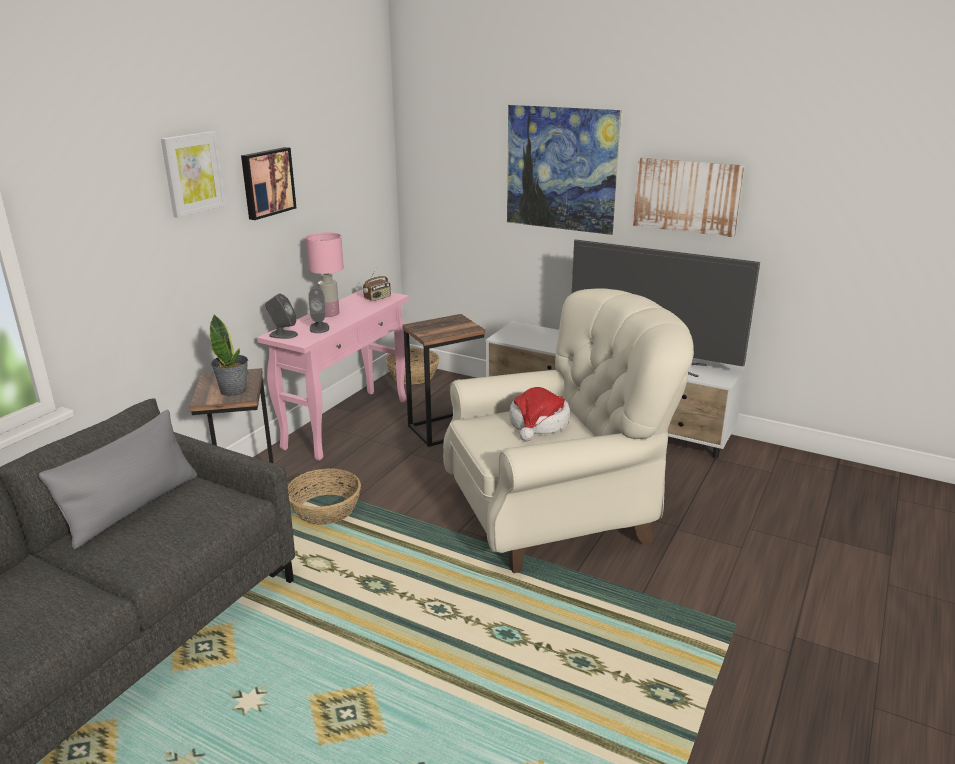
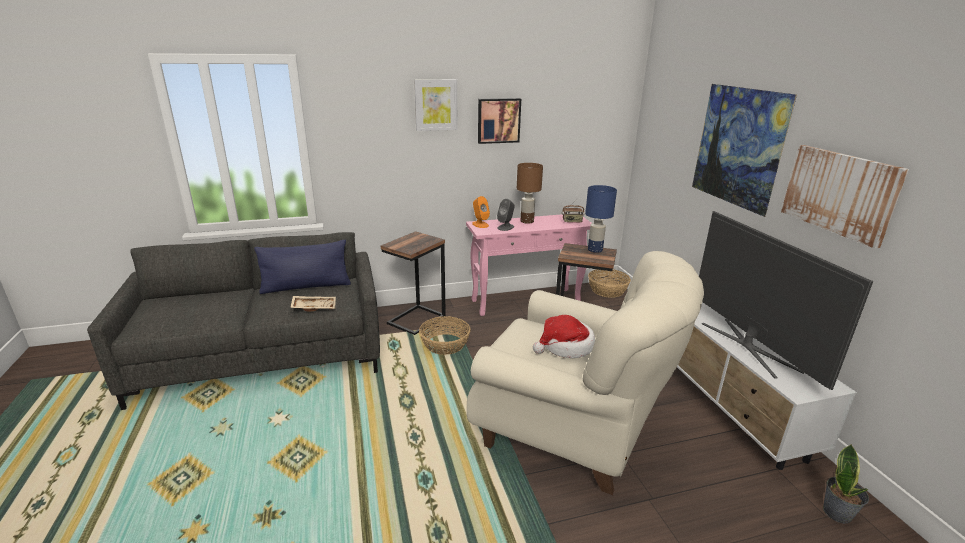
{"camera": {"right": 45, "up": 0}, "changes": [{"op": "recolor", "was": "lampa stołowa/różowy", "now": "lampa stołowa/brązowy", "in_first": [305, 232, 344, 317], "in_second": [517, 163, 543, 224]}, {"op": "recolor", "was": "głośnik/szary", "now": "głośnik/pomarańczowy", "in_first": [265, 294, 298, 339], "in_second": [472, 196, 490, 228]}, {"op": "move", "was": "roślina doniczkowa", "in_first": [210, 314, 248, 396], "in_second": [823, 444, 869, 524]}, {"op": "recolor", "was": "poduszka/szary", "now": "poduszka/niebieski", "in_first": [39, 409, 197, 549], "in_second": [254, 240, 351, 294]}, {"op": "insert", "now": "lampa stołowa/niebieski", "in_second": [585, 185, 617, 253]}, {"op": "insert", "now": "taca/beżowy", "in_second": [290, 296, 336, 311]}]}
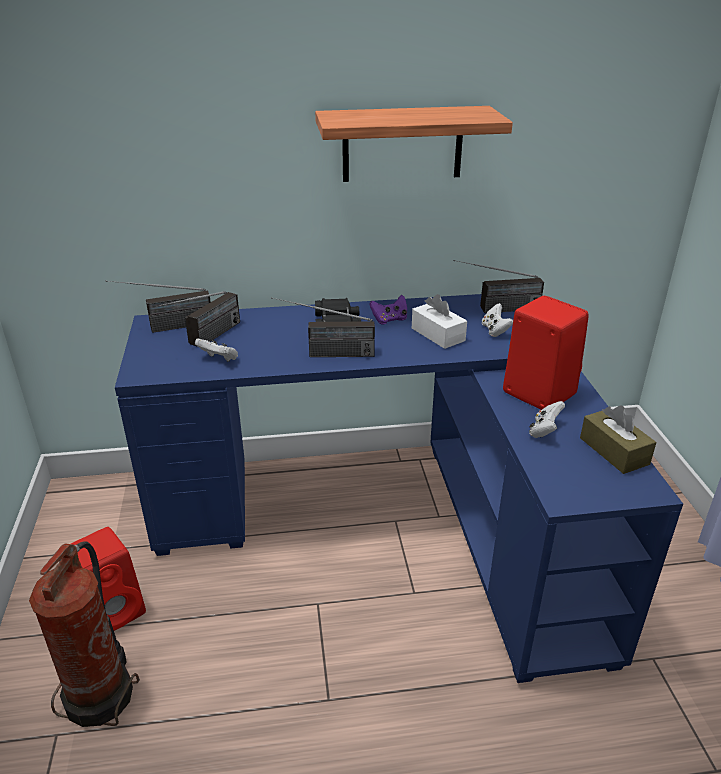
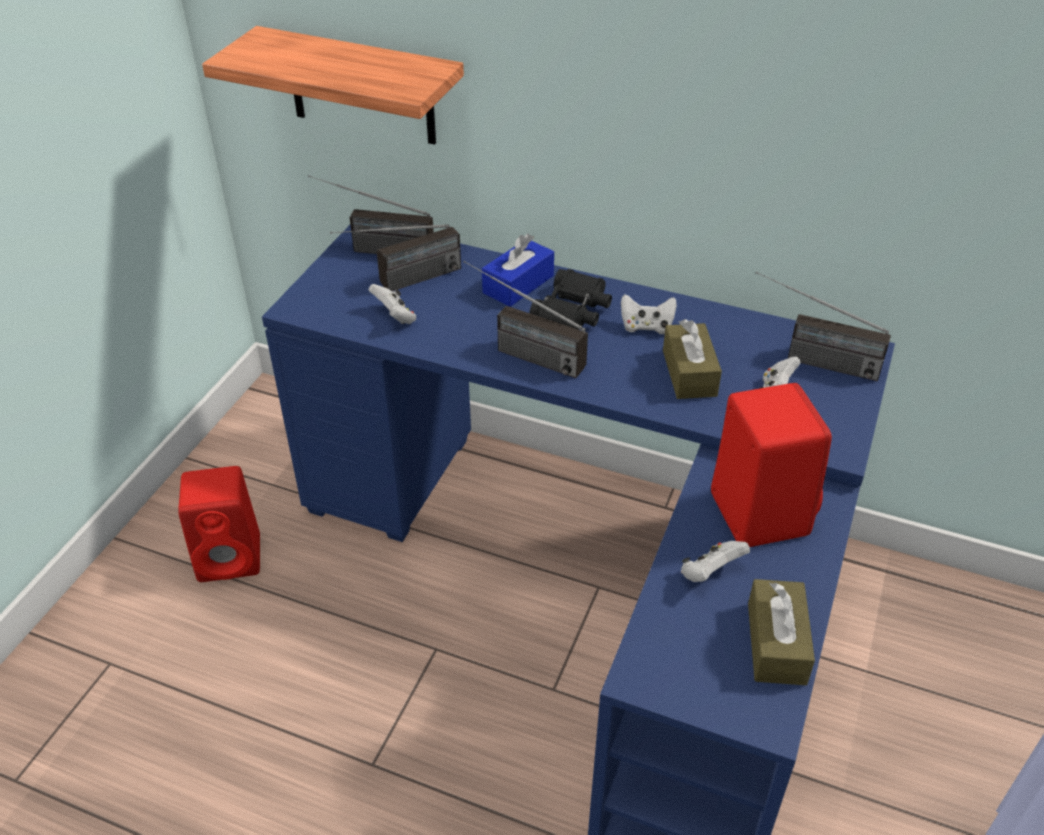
{"camera": {"right": 30, "up": 10}, "changes": [{"op": "move", "was": "półka", "in_first": [315, 106, 513, 182], "in_second": [202, 26, 464, 145]}, {"op": "recolor", "was": "pudełko chusteczek/biały", "now": "pudełko chusteczek/brązowy", "in_first": [412, 294, 467, 349], "in_second": [663, 319, 722, 399]}, {"op": "recolor", "was": "pad do gier/fioletowy", "now": "pad do gier/biały", "in_first": [369, 295, 407, 324], "in_second": [621, 294, 677, 334]}, {"op": "delete", "was": "gaśnica", "in_first": [29, 541, 140, 727]}, {"op": "insert", "now": "pudełko chusteczek/niebieski", "in_second": [482, 233, 554, 307]}]}
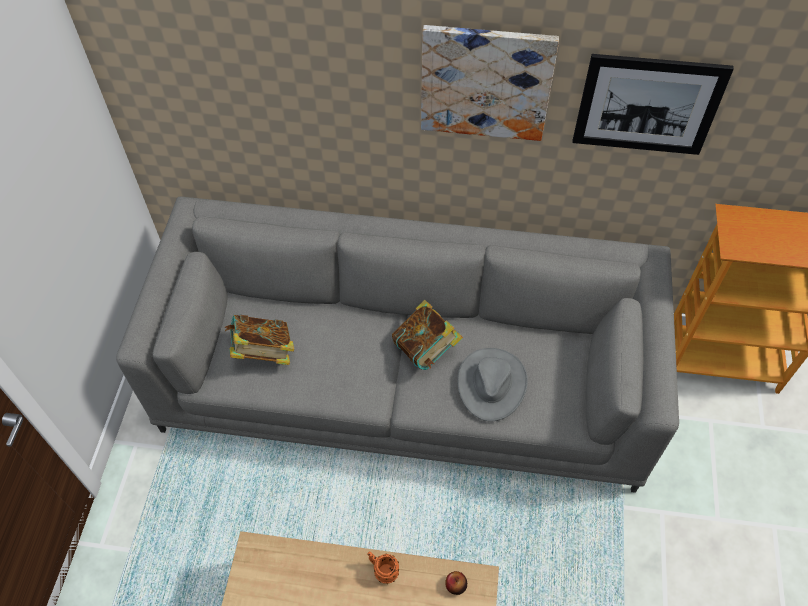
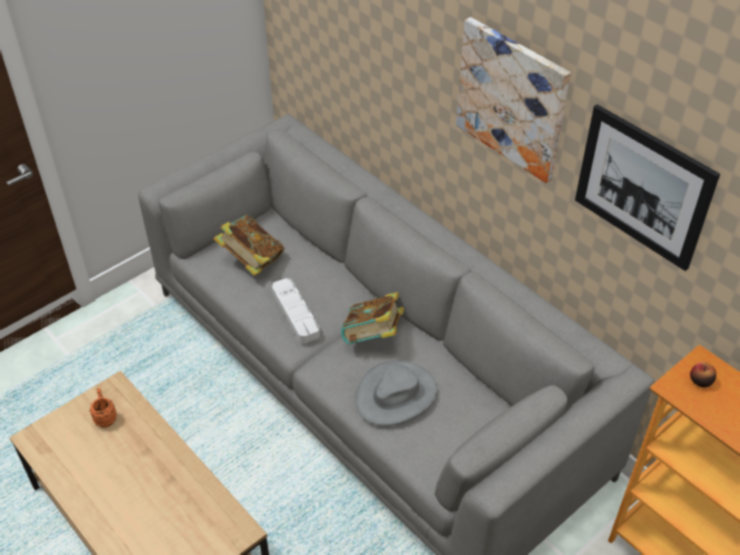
{"camera": {"right": 40, "up": -10}, "changes": [{"op": "move", "was": "kubek/pomarańczowy", "in_first": [367, 552, 399, 584], "in_second": [89, 388, 117, 427]}, {"op": "move", "was": "jabłko", "in_first": [445, 571, 467, 595], "in_second": [690, 362, 716, 387]}, {"op": "insert", "now": "taca/szary", "in_second": [272, 278, 320, 343]}]}
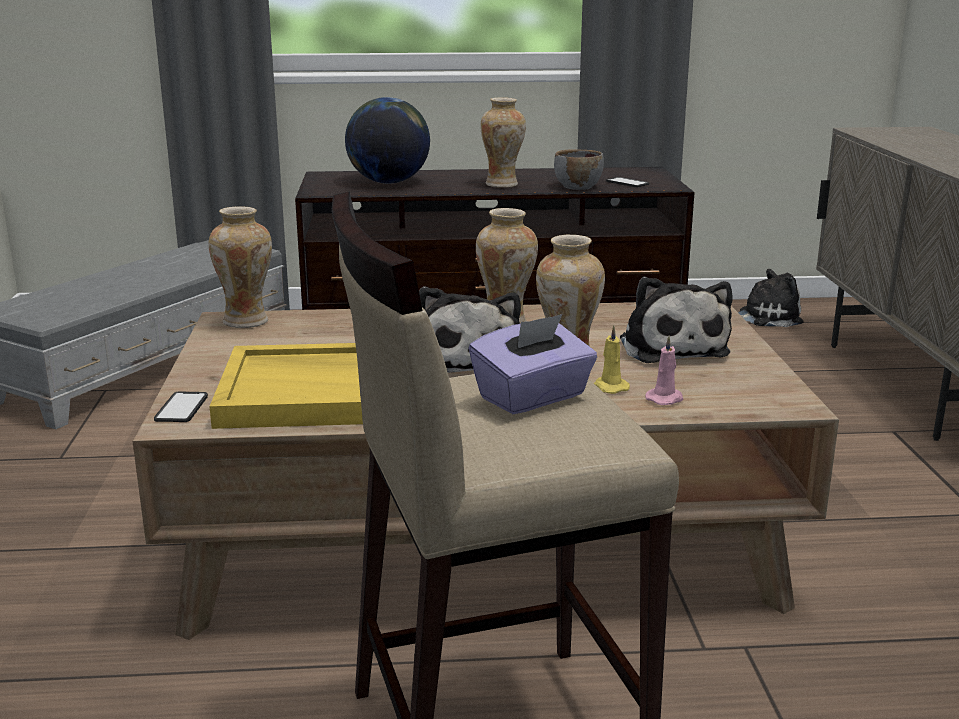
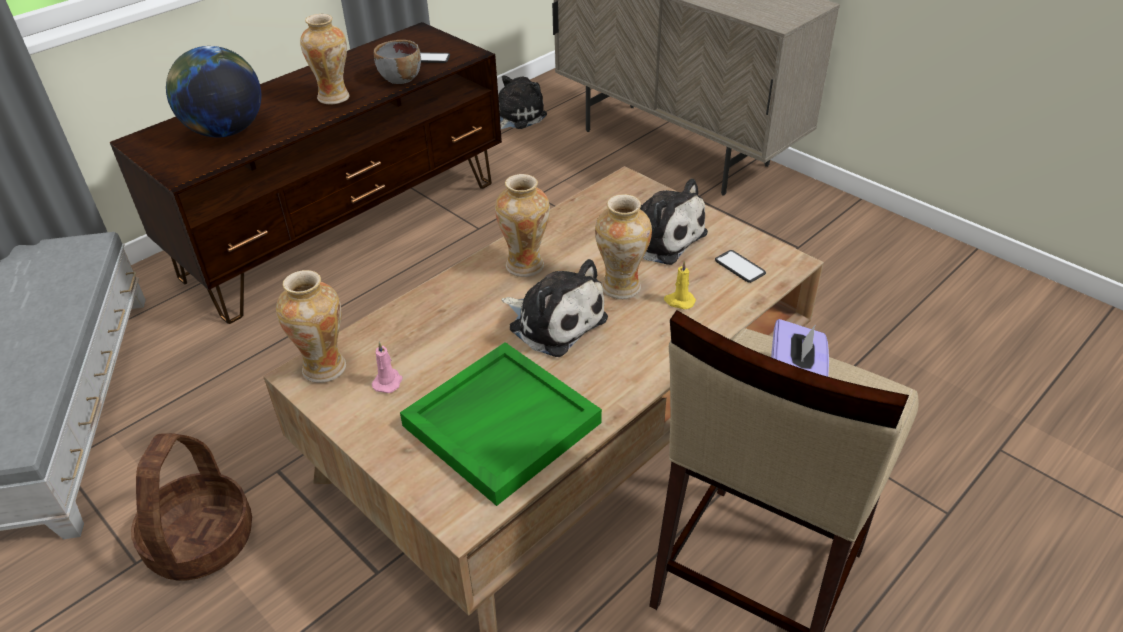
{"camera": {"right": -40, "up": 20}, "changes": [{"op": "move", "was": "świeca/różowy", "in_first": [645, 336, 683, 405], "in_second": [372, 342, 402, 393]}, {"op": "recolor", "was": "taca/żółty", "now": "taca/zielony", "in_first": [209, 343, 363, 429], "in_second": [400, 342, 602, 506]}, {"op": "move", "was": "telefon", "in_first": [154, 391, 208, 422], "in_second": [715, 250, 766, 283]}, {"op": "insert", "now": "koszyk", "in_second": [131, 433, 252, 580]}]}
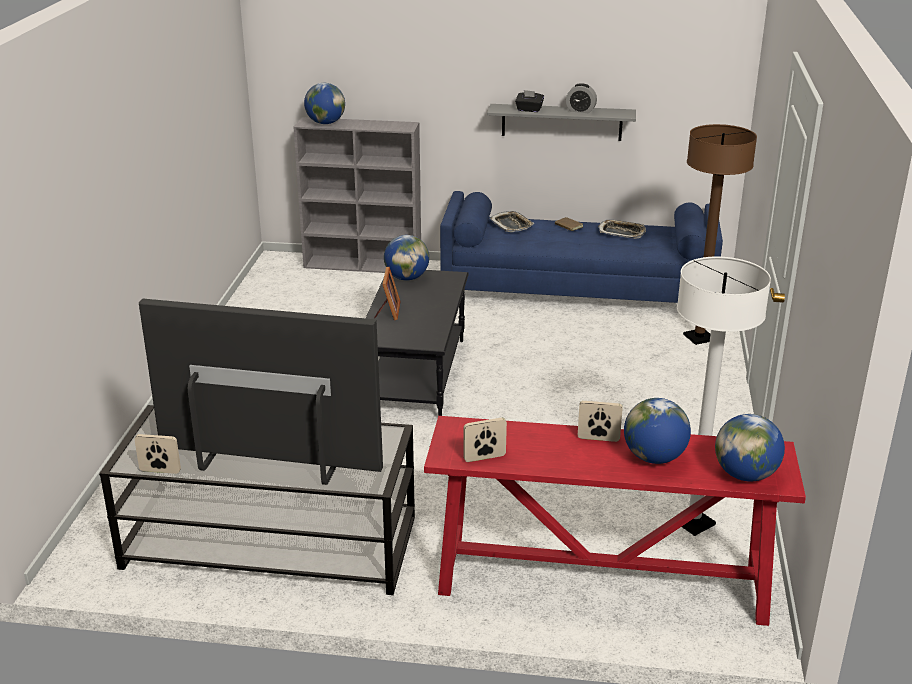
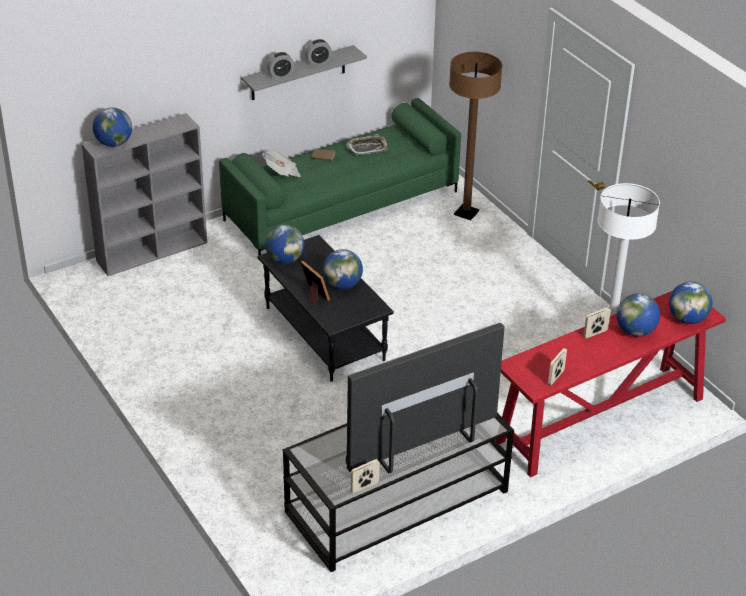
{"camera": {"right": -40, "up": 10}, "changes": [{"op": "replace", "was": "pudełko chusteczek/czarny", "now": "budzik", "in_first": [515, 90, 544, 112], "in_second": [267, 52, 295, 78]}, {"op": "recolor", "was": "kanapa/niebieski", "now": "kanapa/zielony", "in_first": [440, 191, 723, 303], "in_second": [219, 98, 461, 256]}, {"op": "replace", "was": "taca", "now": "gazeta", "in_first": [489, 211, 534, 232], "in_second": [262, 150, 301, 177]}, {"op": "insert", "now": "globus", "in_second": [323, 249, 363, 289]}]}
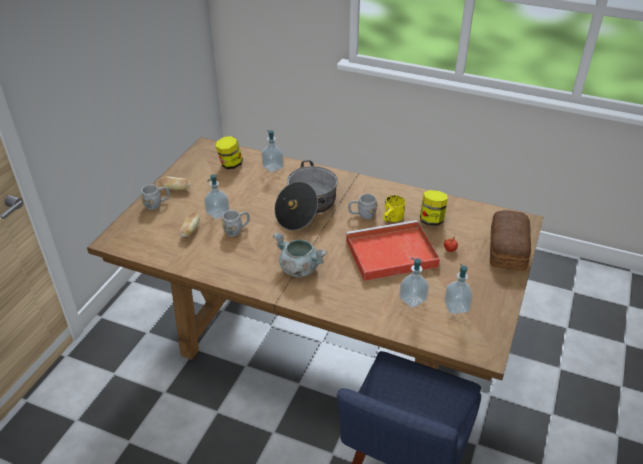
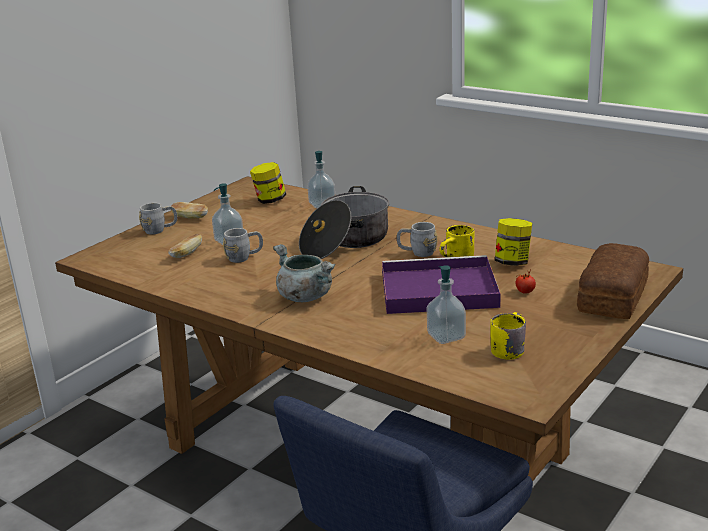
{"camera": {"right": 15, "up": -15}, "changes": [{"op": "recolor", "was": "taca/czerwony", "now": "taca/fioletowy", "in_first": [346, 220, 440, 281], "in_second": [382, 255, 501, 314]}, {"op": "replace", "was": "dozownik mydła", "now": "kubek/żółty", "in_first": [444, 264, 473, 314], "in_second": [490, 312, 526, 360]}]}
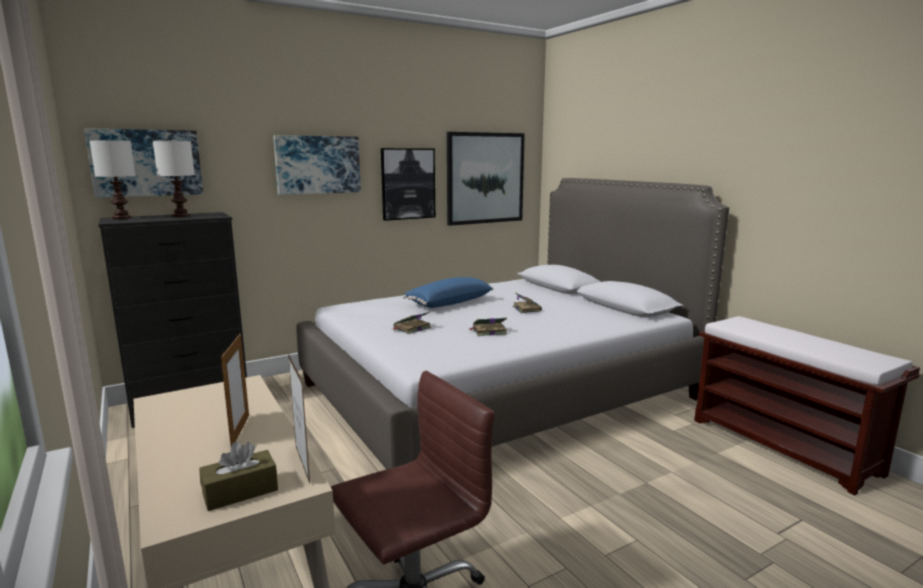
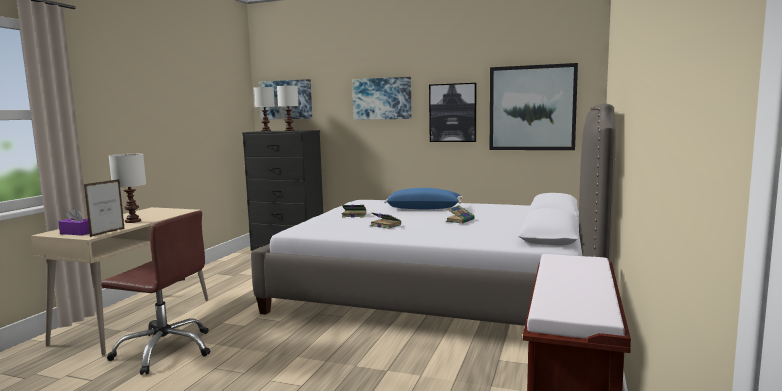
{"camera": {"right": 50, "up": -5}, "changes": [{"op": "replace", "was": "ramka na zdjęcie", "now": "lampa stołowa/biały", "in_first": [221, 334, 249, 447], "in_second": [109, 154, 146, 223]}, {"op": "recolor", "was": "pudełko chusteczek/brązowy", "now": "pudełko chusteczek/fioletowy", "in_first": [199, 441, 278, 511], "in_second": [58, 208, 90, 236]}]}
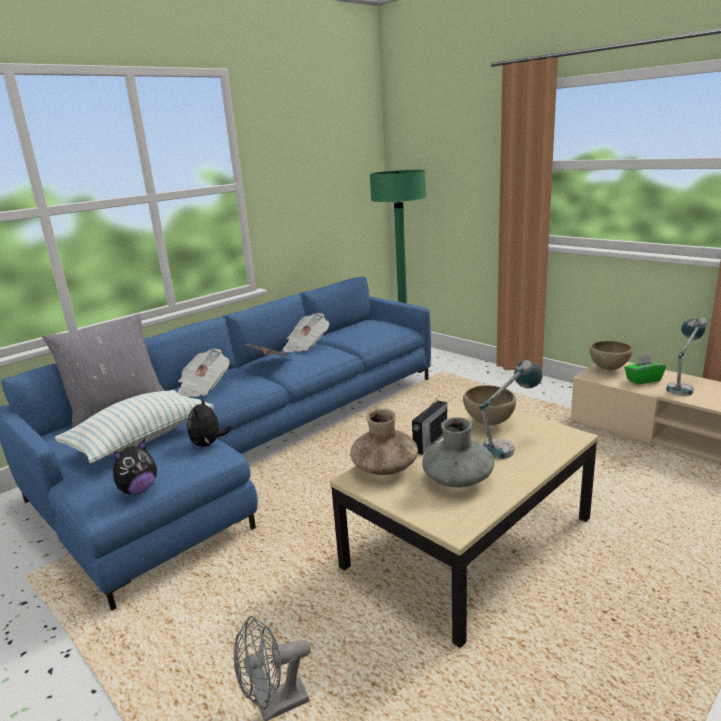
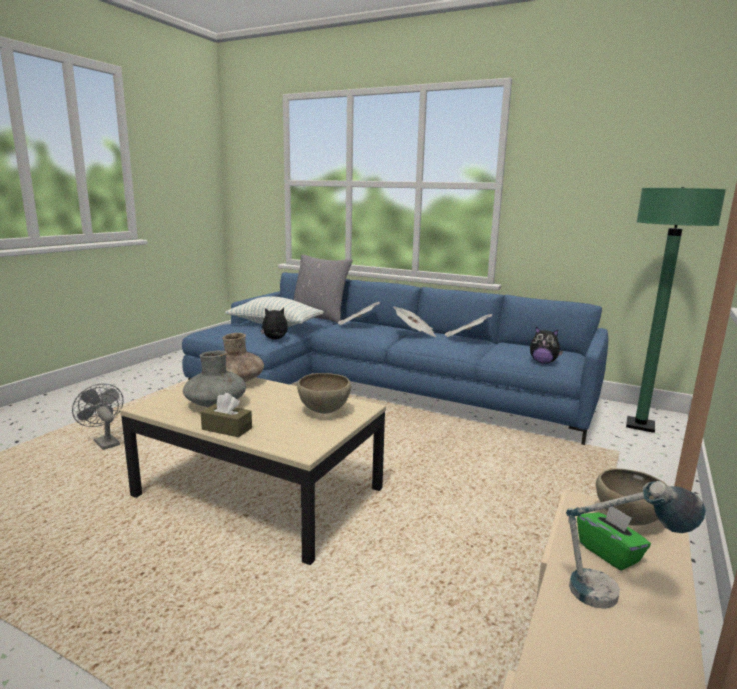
{"camera": {"right": 70, "up": -5}, "changes": [{"op": "delete", "was": "lampa stołowa", "in_first": [479, 360, 543, 459]}, {"op": "delete", "was": "radio", "in_first": [412, 397, 447, 455]}, {"op": "move", "was": "pluszak", "in_first": [113, 439, 157, 494], "in_second": [530, 327, 563, 364]}, {"op": "insert", "now": "pudełko chusteczek/brązowy", "in_second": [201, 393, 252, 437]}]}
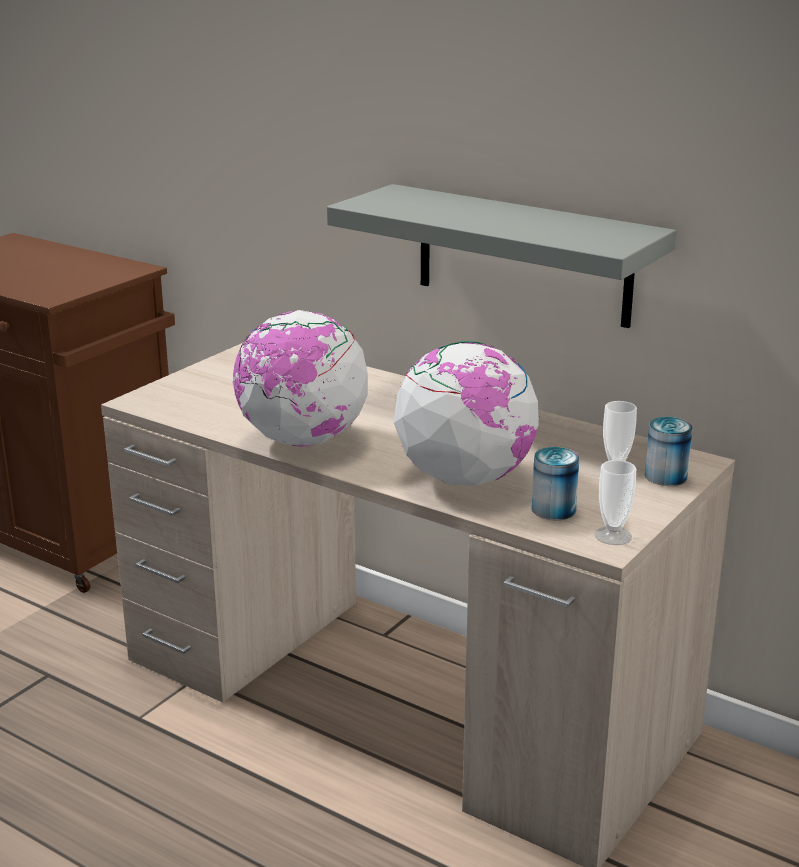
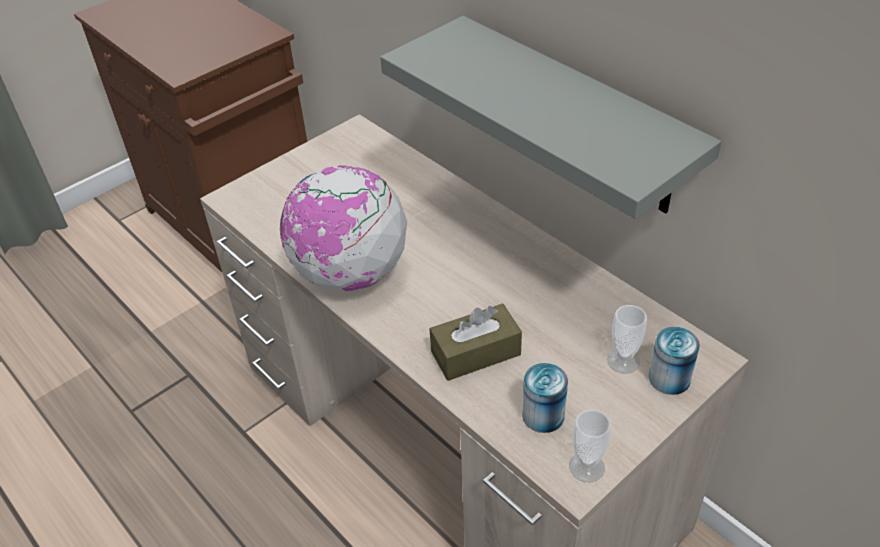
{"camera": {"right": 15, "up": 20}, "changes": [{"op": "replace", "was": "globus", "now": "pudełko chusteczek/brązowy", "in_first": [394, 341, 540, 486], "in_second": [430, 304, 522, 381]}]}
